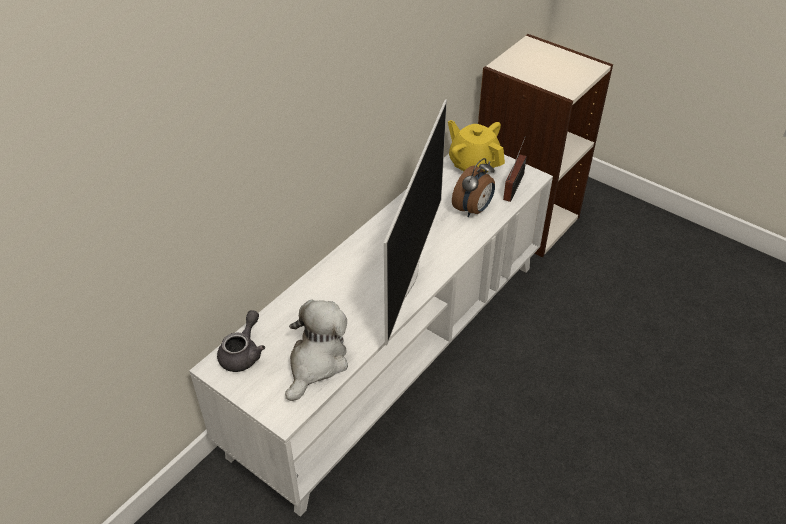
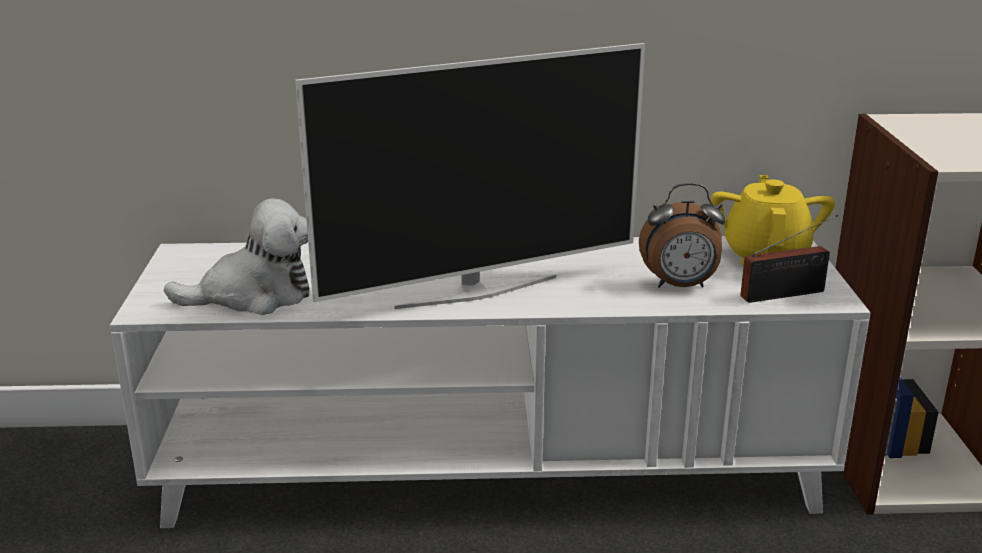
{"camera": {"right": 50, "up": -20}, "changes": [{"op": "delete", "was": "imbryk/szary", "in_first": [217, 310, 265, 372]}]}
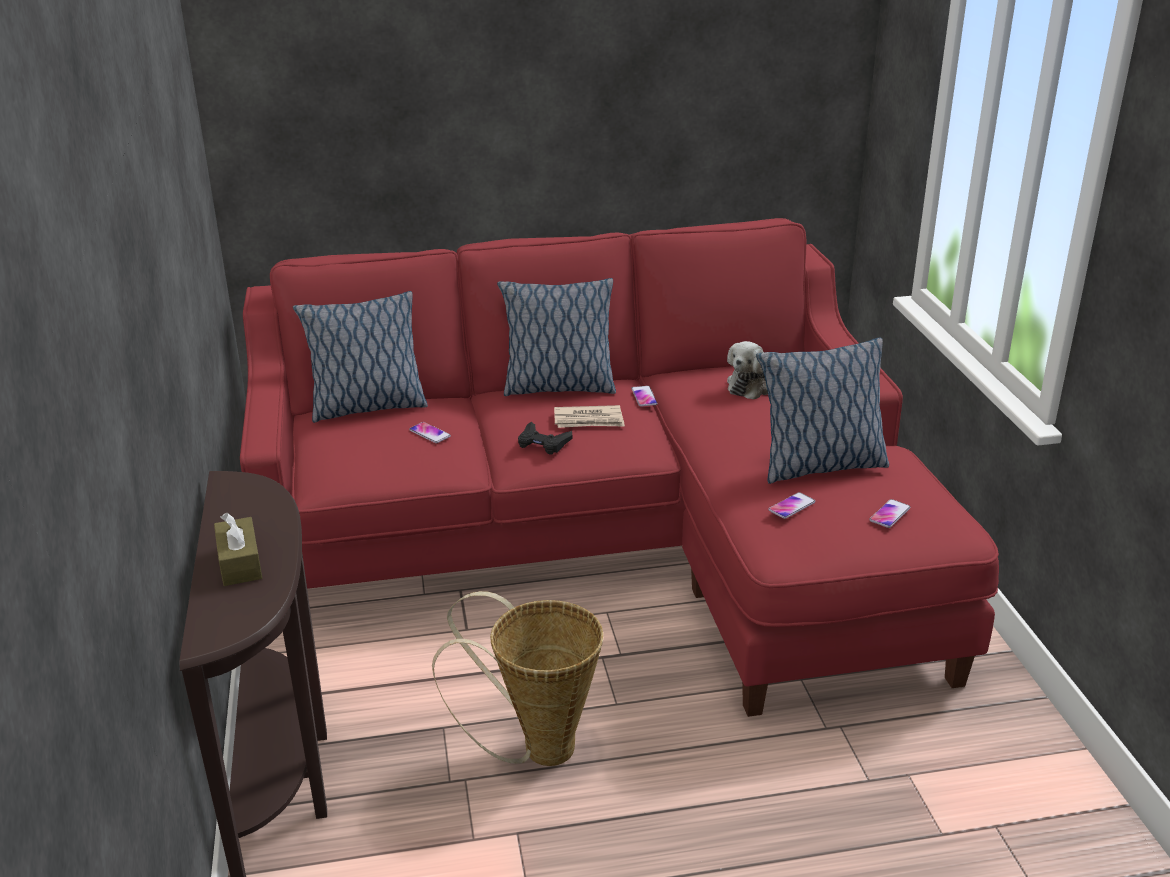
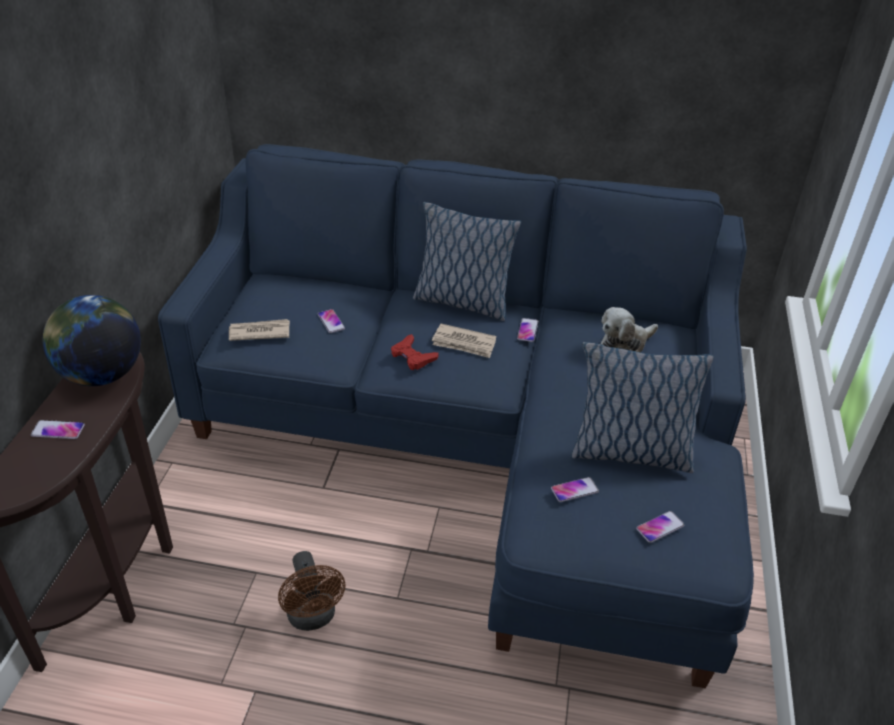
{"camera": {"right": 20, "up": 10}, "changes": [{"op": "recolor", "was": "kanapa/czerwony", "now": "kanapa/niebieski", "in_first": [240, 218, 999, 717], "in_second": [158, 144, 754, 688]}, {"op": "delete", "was": "poduszka", "in_first": [293, 291, 428, 423]}, {"op": "recolor", "was": "pad do gier/czarny", "now": "pad do gier/czerwony", "in_first": [518, 422, 573, 454], "in_second": [391, 334, 439, 370]}, {"op": "replace", "was": "pudełko chusteczek/brązowy", "now": "telefon", "in_first": [214, 513, 262, 586], "in_second": [31, 420, 85, 439]}, {"op": "replace", "was": "koszyk", "now": "wentylator/brązowy", "in_first": [432, 591, 604, 766], "in_second": [278, 551, 345, 631]}, {"op": "insert", "now": "globus", "in_second": [43, 295, 141, 386]}, {"op": "insert", "now": "gazeta", "in_second": [229, 319, 290, 341]}]}
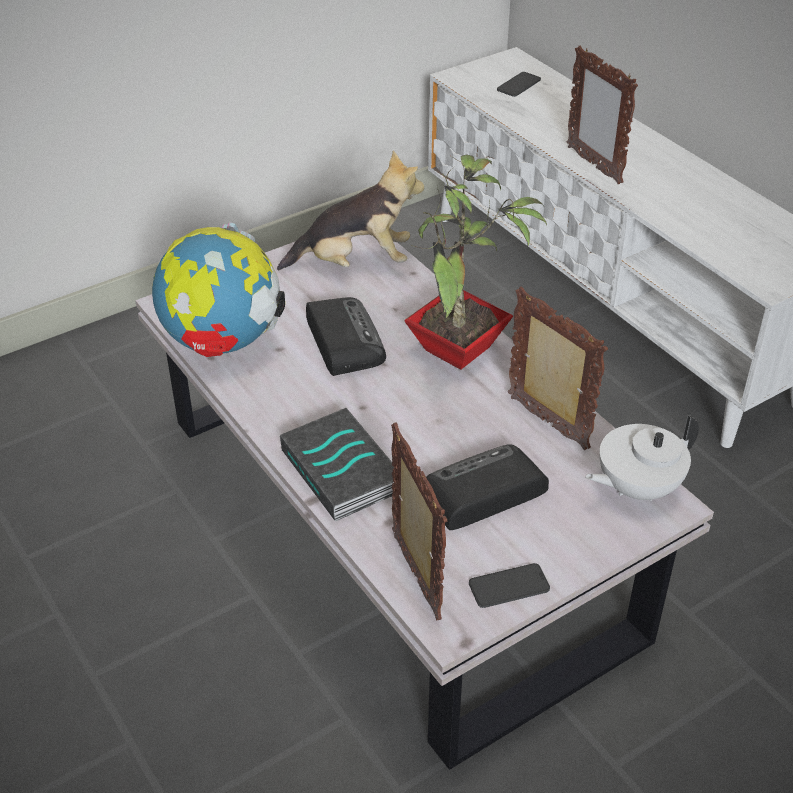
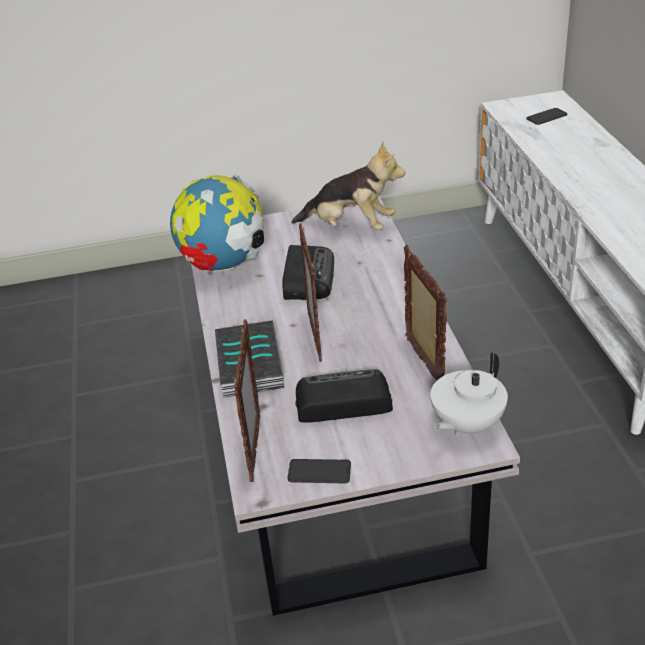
{"camera": {"right": 25, "up": -5}, "changes": [{"op": "move", "was": "ramka na zdjęcie", "in_first": [567, 45, 638, 184], "in_second": [299, 223, 322, 362]}, {"op": "delete", "was": "roślina doniczkowa", "in_first": [404, 154, 547, 370]}, {"op": "rotate", "was": "imbryk/biały", "in_first": [585, 415, 699, 501], "in_second": [431, 352, 508, 436], "clockwise": -45}]}
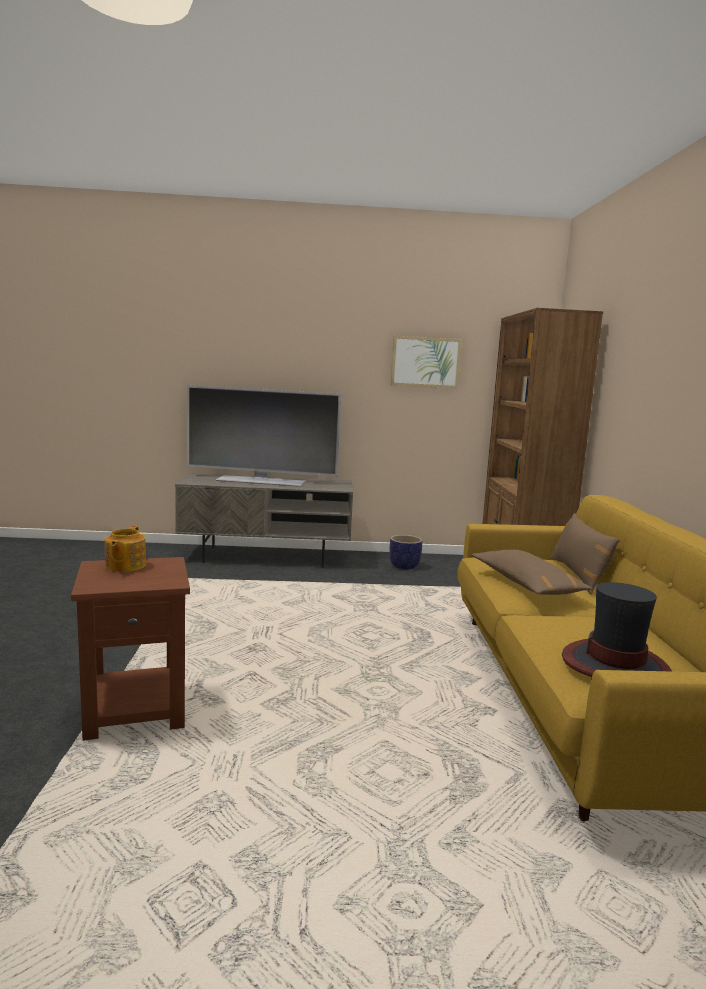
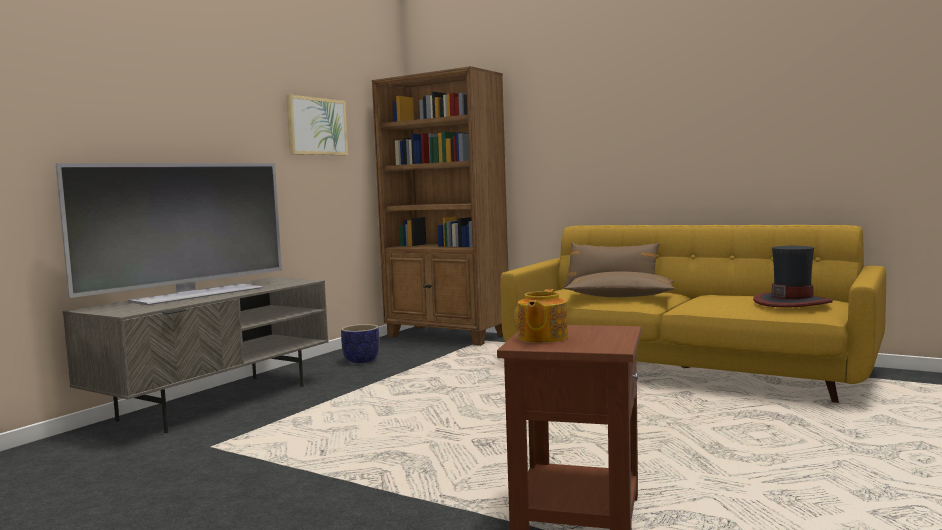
{"camera": {"right": -55, "up": -5}, "changes": [{"op": "rotate", "was": "imbryk", "in_first": [105, 526, 146, 572], "in_second": [518, 289, 568, 343], "clockwise": 75}]}
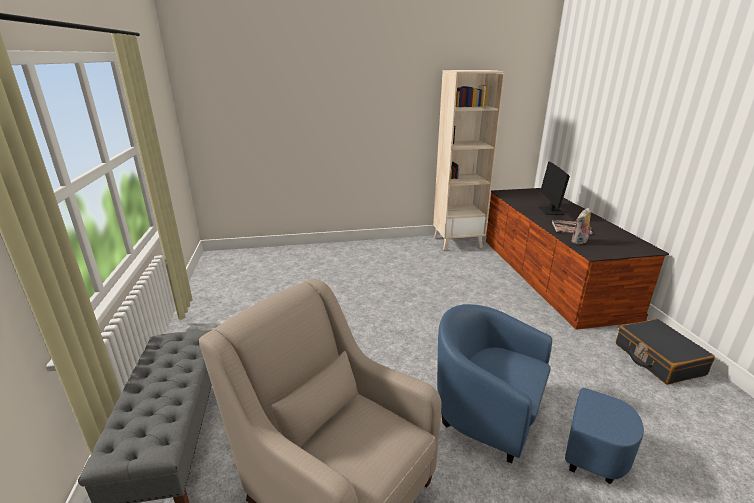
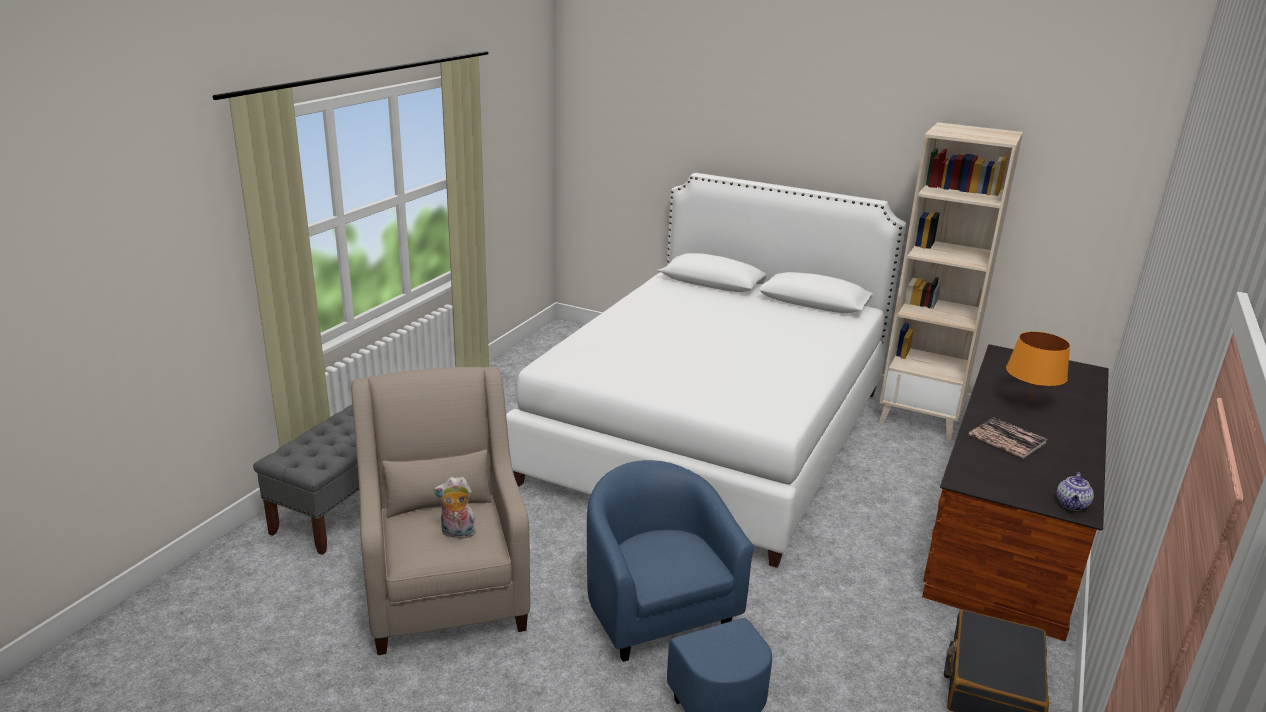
{"camera": {"right": 35, "up": 0}, "changes": [{"op": "replace", "was": "monitor", "now": "lampa stołowa/pomarańczowy", "in_first": [539, 161, 570, 215], "in_second": [1006, 331, 1070, 407]}, {"op": "move", "was": "pluszak", "in_first": [571, 208, 592, 244], "in_second": [433, 477, 476, 538]}, {"op": "insert", "now": "łóżko/biały", "in_second": [506, 173, 907, 568]}, {"op": "insert", "now": "imbryk", "in_second": [1057, 472, 1094, 511]}]}
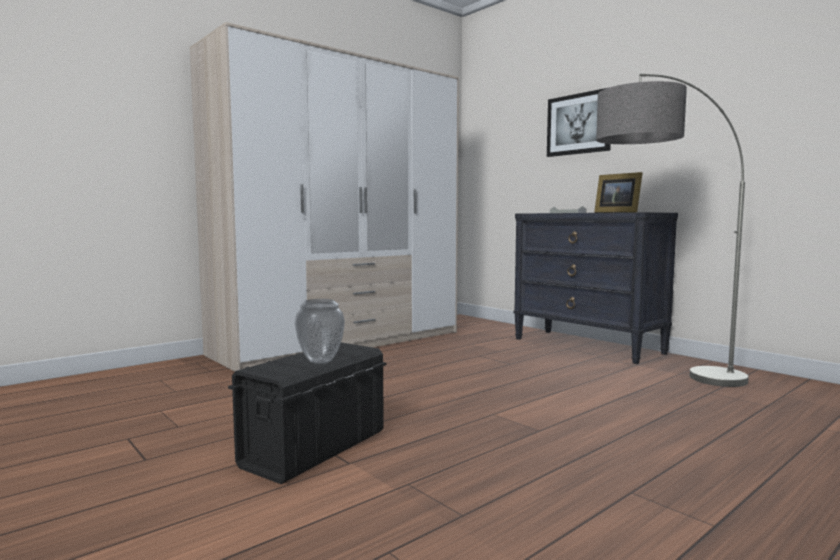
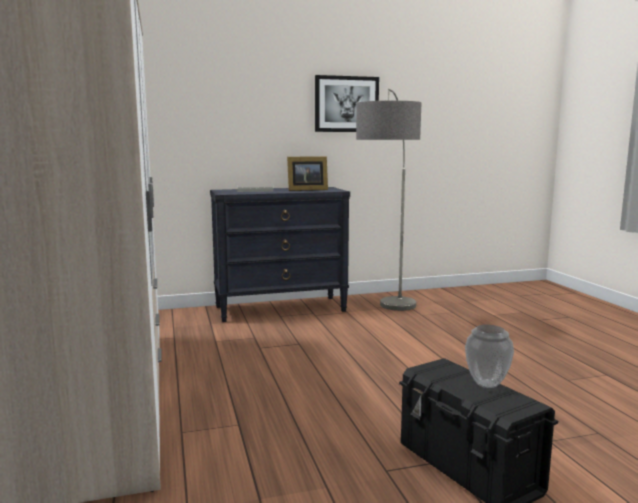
{"camera": {"right": -65, "up": 5}, "changes": [{"op": "move", "was": "obraz", "in_first": [547, 88, 611, 157], "in_second": [315, 75, 379, 132]}]}
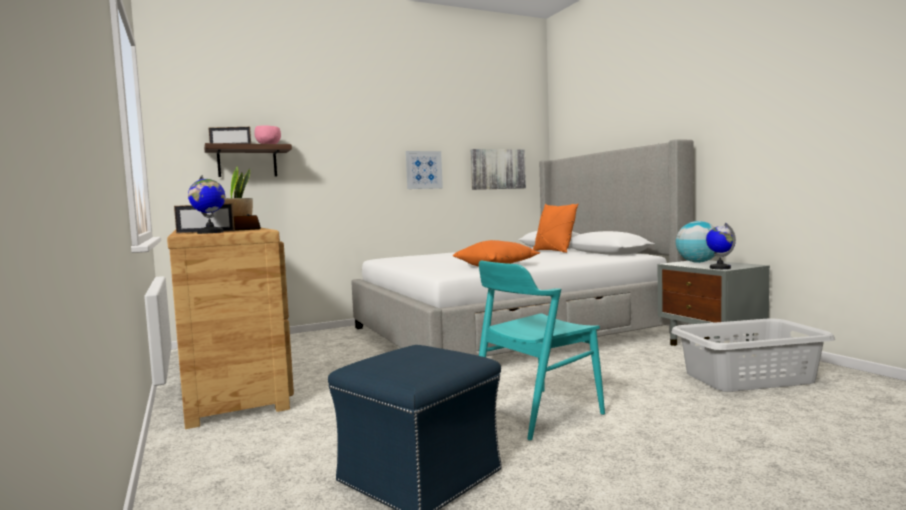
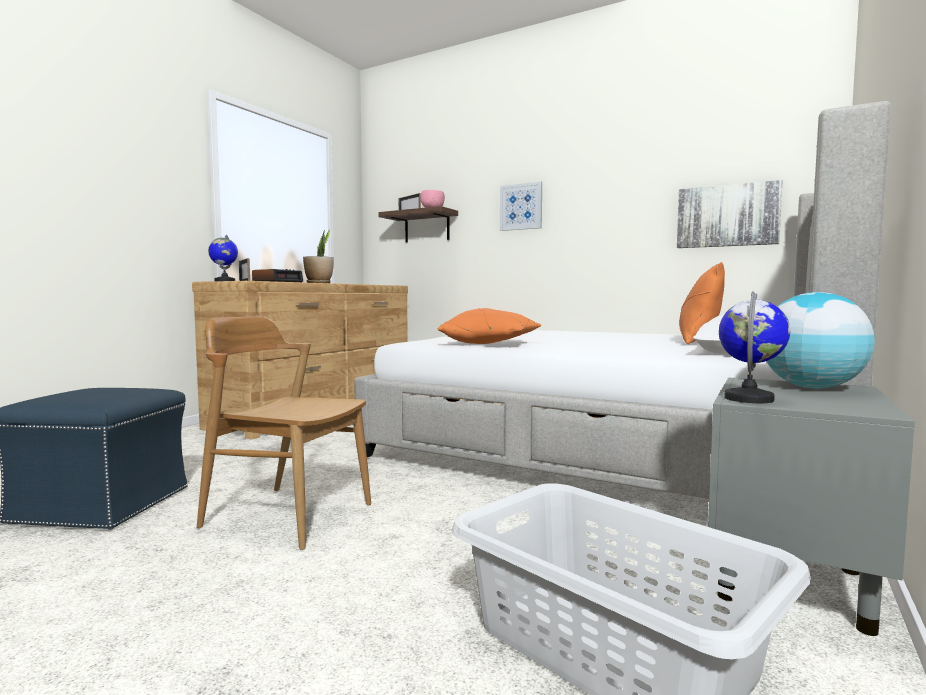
{"camera": {"right": 55, "up": 0}, "changes": [{"op": "move", "was": "obraz", "in_first": [406, 151, 443, 189], "in_second": [500, 182, 542, 231]}, {"op": "recolor", "was": "krzesło/turkusowy", "now": "krzesło/brązowy", "in_first": [479, 260, 605, 441], "in_second": [197, 316, 371, 550]}]}
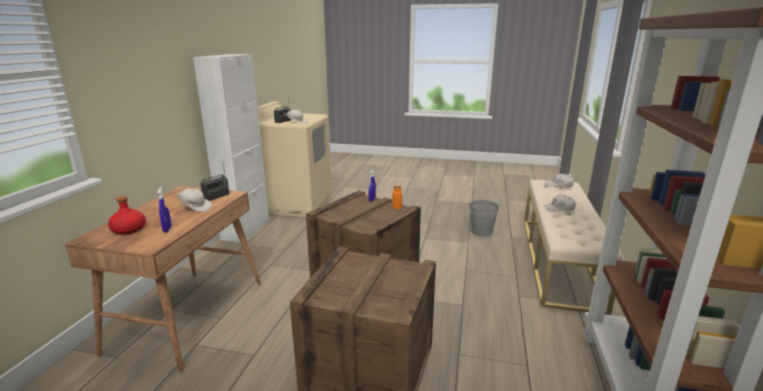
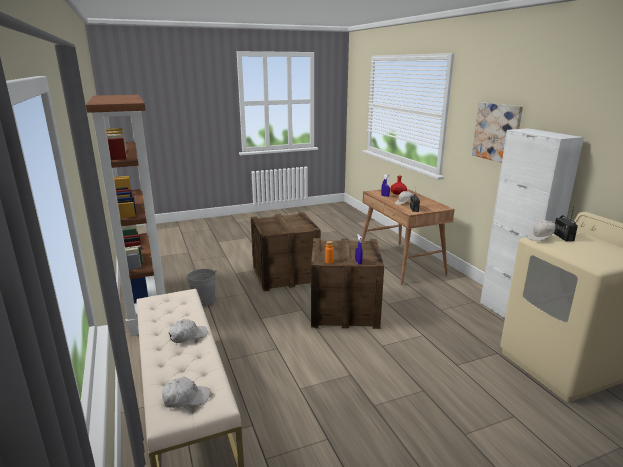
{"camera": {"right": 145, "up": 0}, "changes": [{"op": "move", "was": "wiadro/szary", "in_first": [468, 200, 501, 236], "in_second": [186, 269, 218, 306]}, {"op": "insert", "now": "obraz", "in_second": [472, 102, 523, 163]}]}
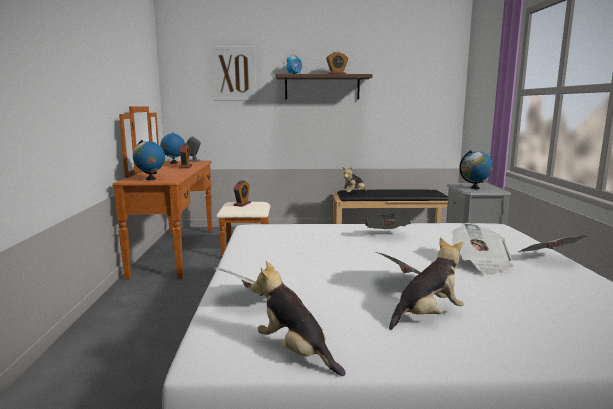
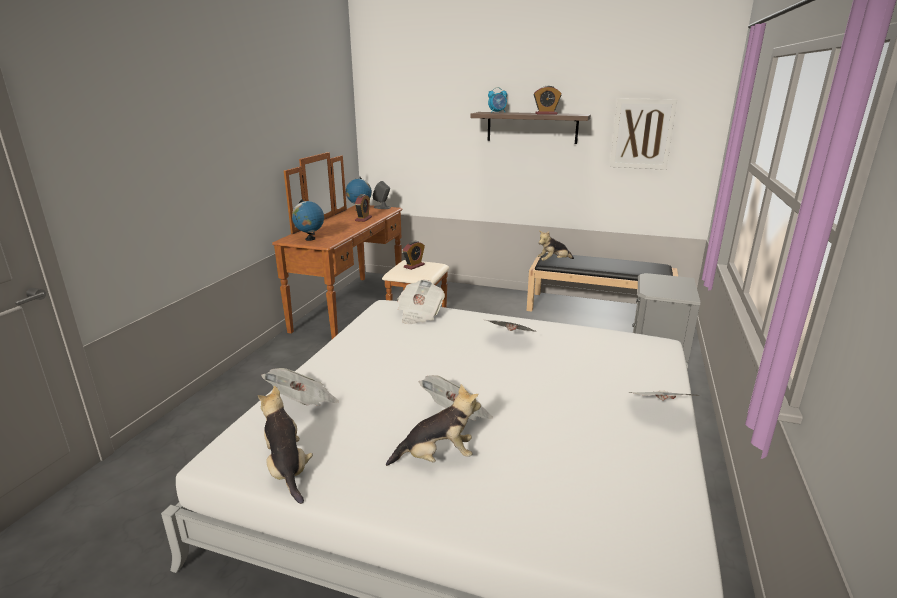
{"camera": {"right": 20, "up": 10}, "changes": [{"op": "move", "was": "obraz", "in_first": [211, 46, 256, 101], "in_second": [610, 99, 677, 170]}, {"op": "delete", "was": "globus", "in_first": [459, 150, 493, 189]}, {"op": "move", "was": "gazeta", "in_first": [452, 223, 513, 275], "in_second": [397, 279, 445, 324]}]}
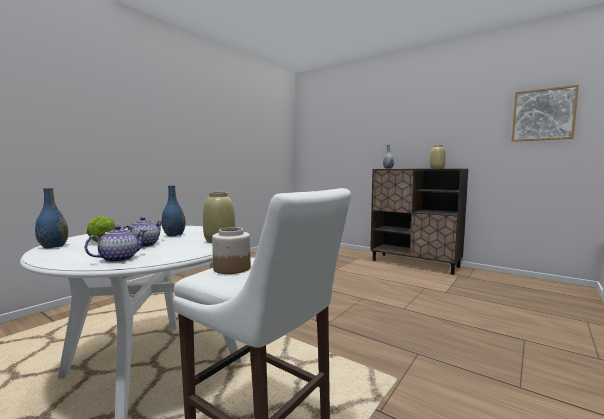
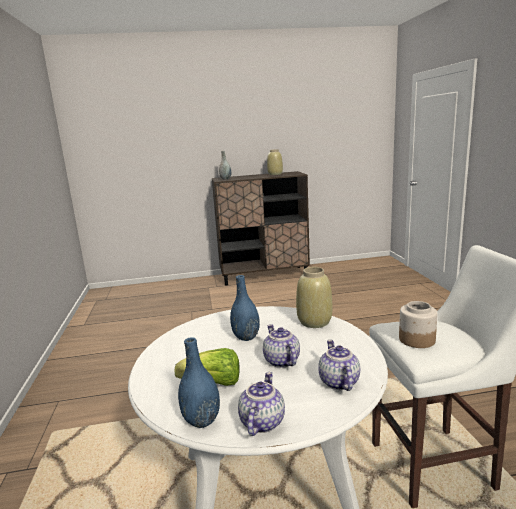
{"camera": {"right": -45, "up": 10}, "changes": [{"op": "delete", "was": "obraz", "in_first": [512, 84, 579, 142]}, {"op": "insert", "now": "imbryk", "in_second": [238, 372, 285, 436]}]}
